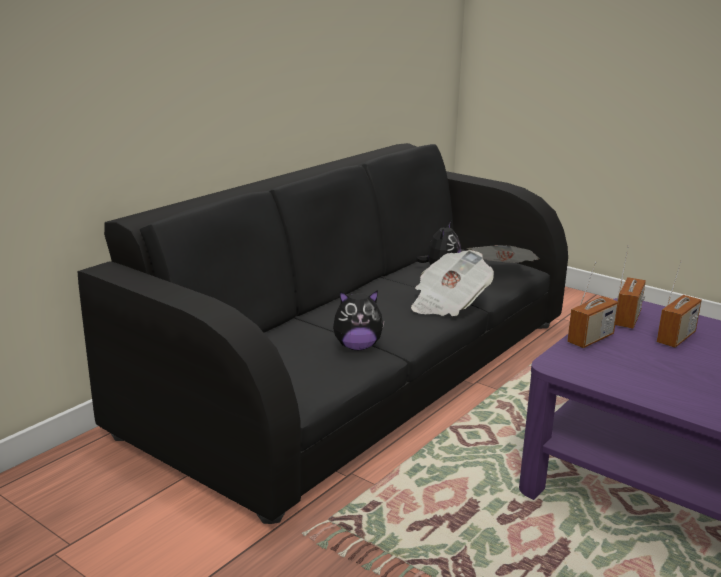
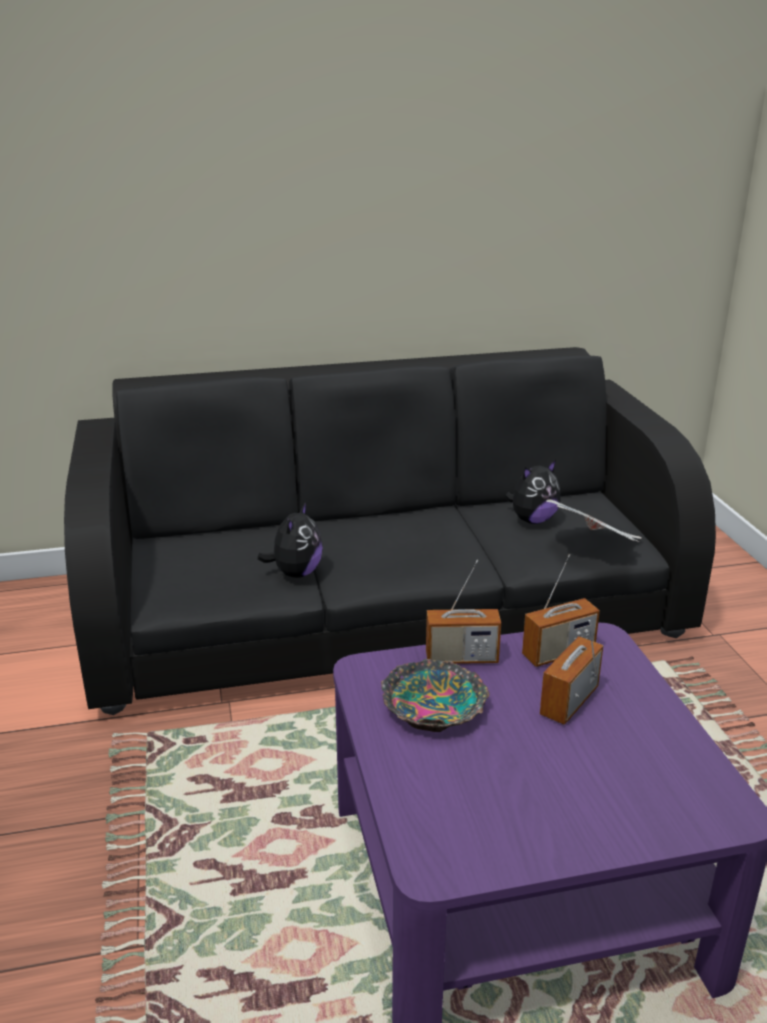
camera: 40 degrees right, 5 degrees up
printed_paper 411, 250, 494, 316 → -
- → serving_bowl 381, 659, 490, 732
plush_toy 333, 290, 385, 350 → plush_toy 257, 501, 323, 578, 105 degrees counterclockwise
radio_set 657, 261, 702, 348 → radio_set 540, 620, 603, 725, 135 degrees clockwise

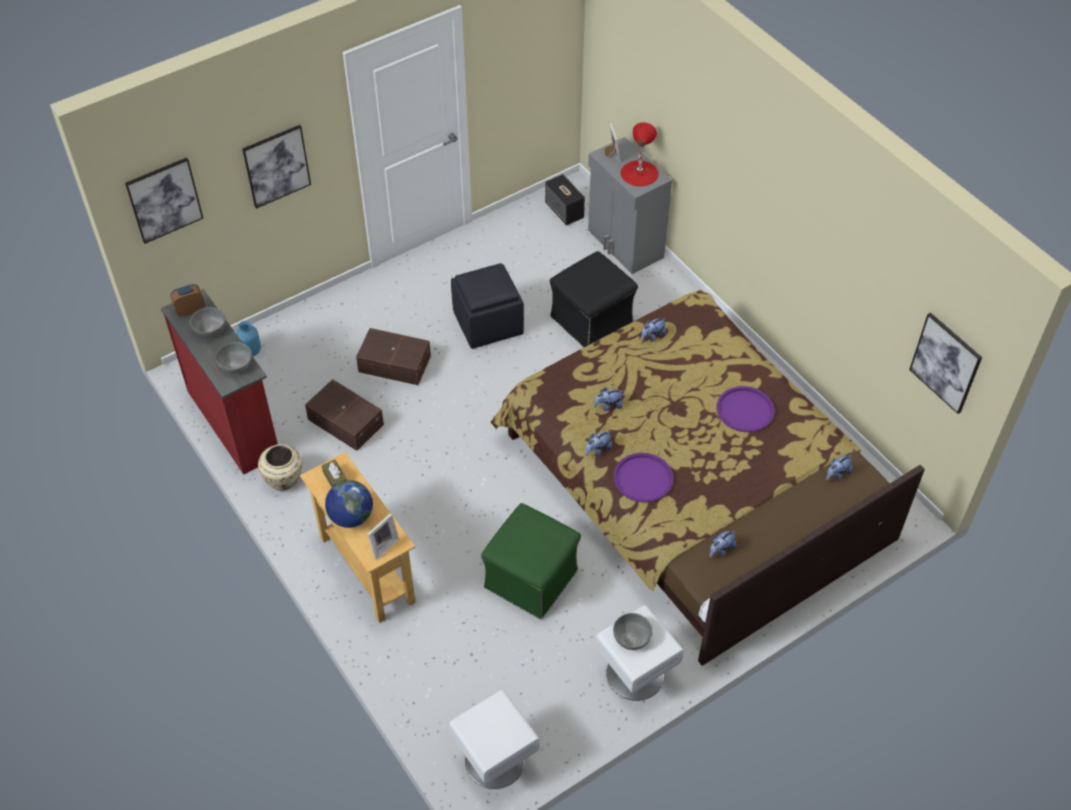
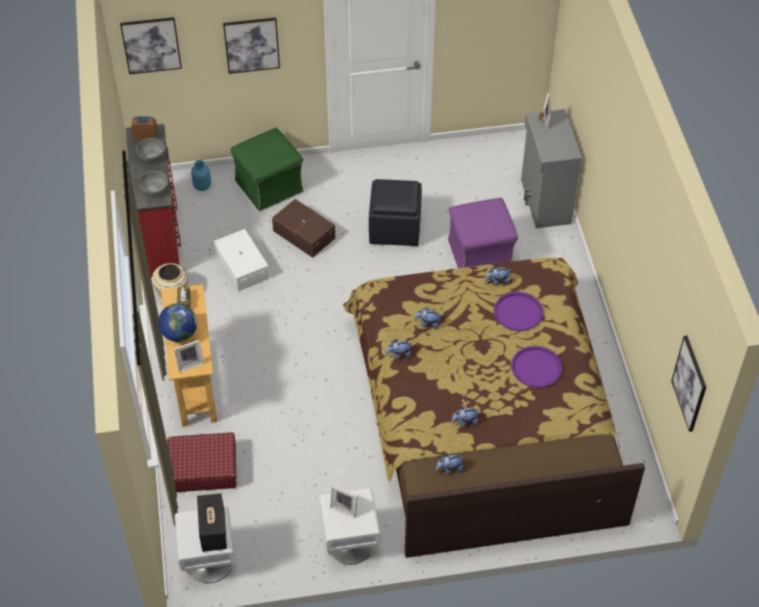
camera: 25 degrees right, 0 degrees up
red-coloured_lamp_for_a_table 621, 122, 659, 186 → -
- → red-coloured_travel_case 167, 432, 236, 492
green_footrest 481, 503, 581, 619 → green_footrest 231, 128, 304, 211, move
speaker 545, 174, 585, 225 → speaker 197, 493, 227, 552, move
purple-coloured_carrying_tray 613, 453, 674, 502 → purple-coloured_carrying_tray 494, 292, 544, 331, move
plush_toy 826, 455, 852, 481 → plush_toy 451, 406, 479, 427, move
grey_serving_bowl 613, 613, 652, 650 → picture_frame 330, 485, 358, 518
brown-coloured_storage_container 305, 379, 384, 451 → white-coloured_storage_container 214, 229, 270, 291
blackish_footrest 550, 251, 638, 347 → purple-coloured_footrest 448, 198, 518, 268

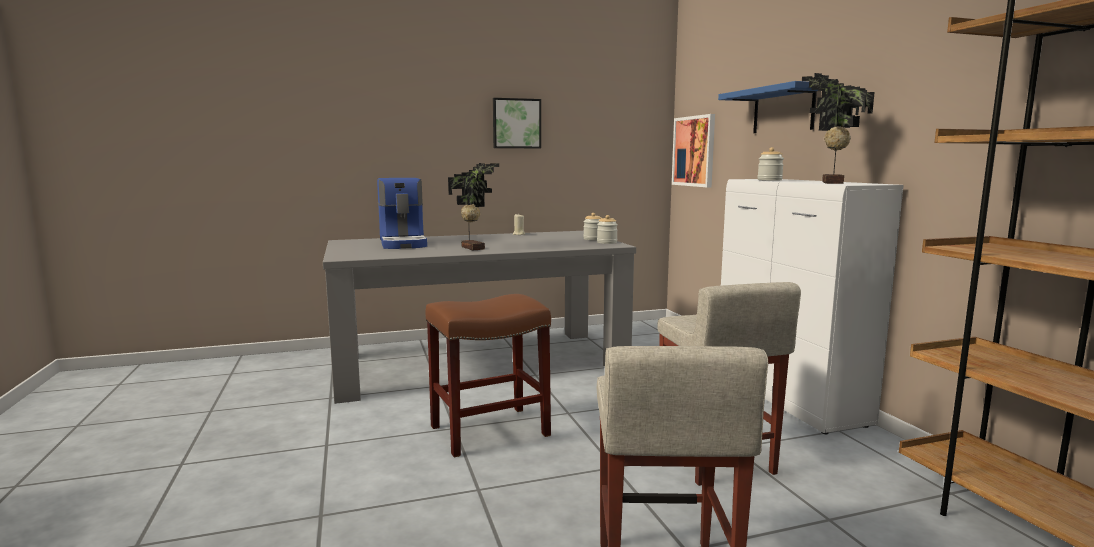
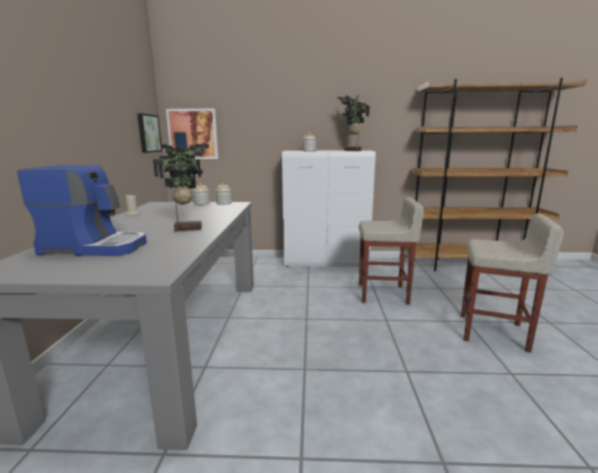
camera: 70 degrees left, 5 degrees up
brown-coloured_sitting_stool 425, 294, 551, 457 → -
blue-coloured_wall_shelf 718, 81, 818, 133 → -
wall_art 493, 98, 541, 148 → wall_art 137, 113, 162, 153, move

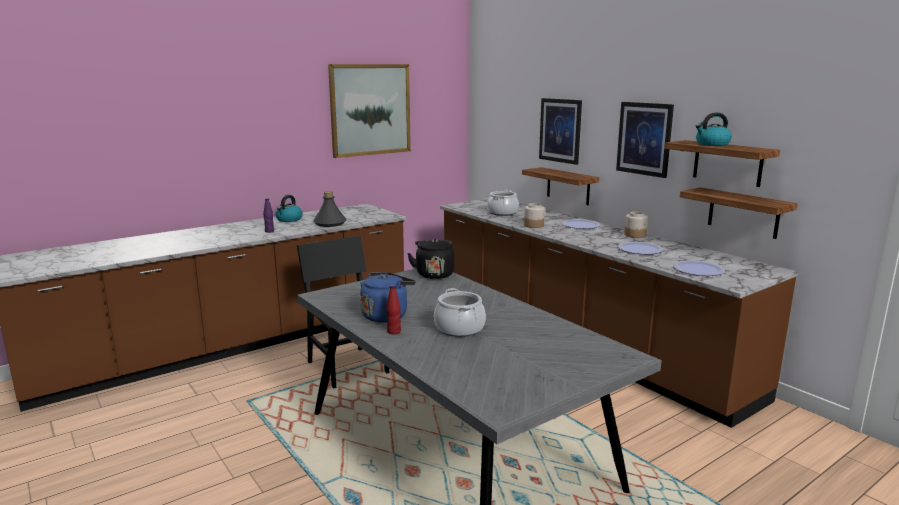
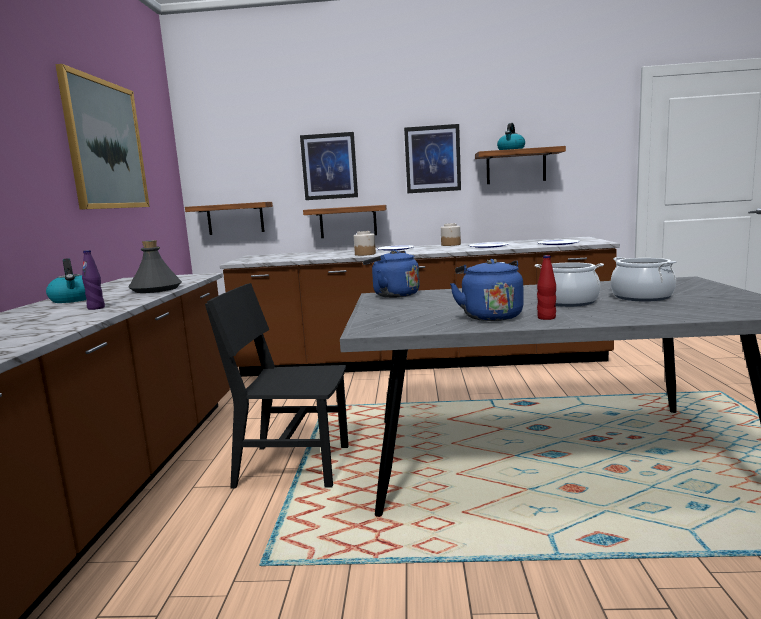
camera: 50 degrees left, 5 degrees down
saucepot 487, 190, 519, 216 → saucepot 611, 257, 677, 302, move
wall_shelf 680, 187, 797, 239 → wall_shelf 185, 202, 273, 235, move
blackish_water_kettle 407, 239, 454, 279 → blue-coloured_water_kettle 362, 250, 420, 298

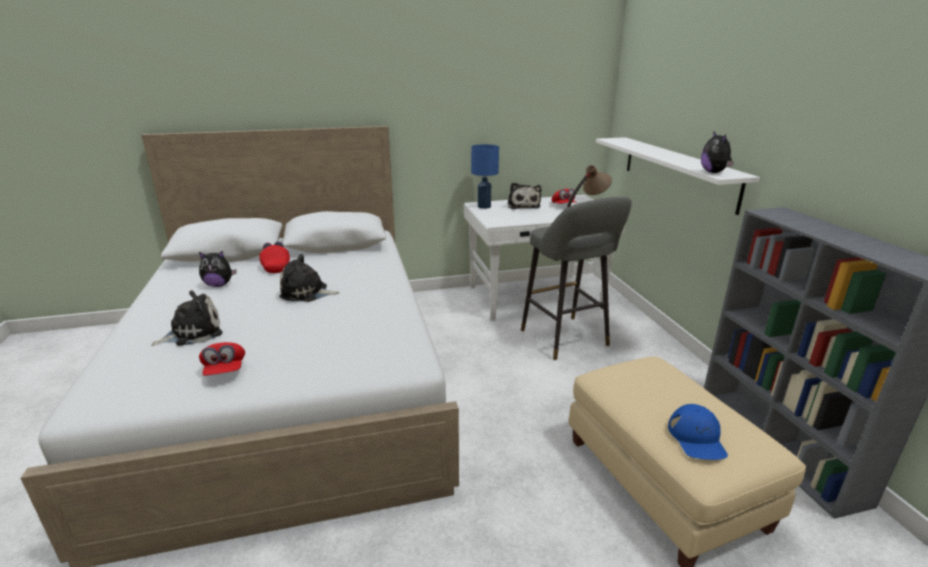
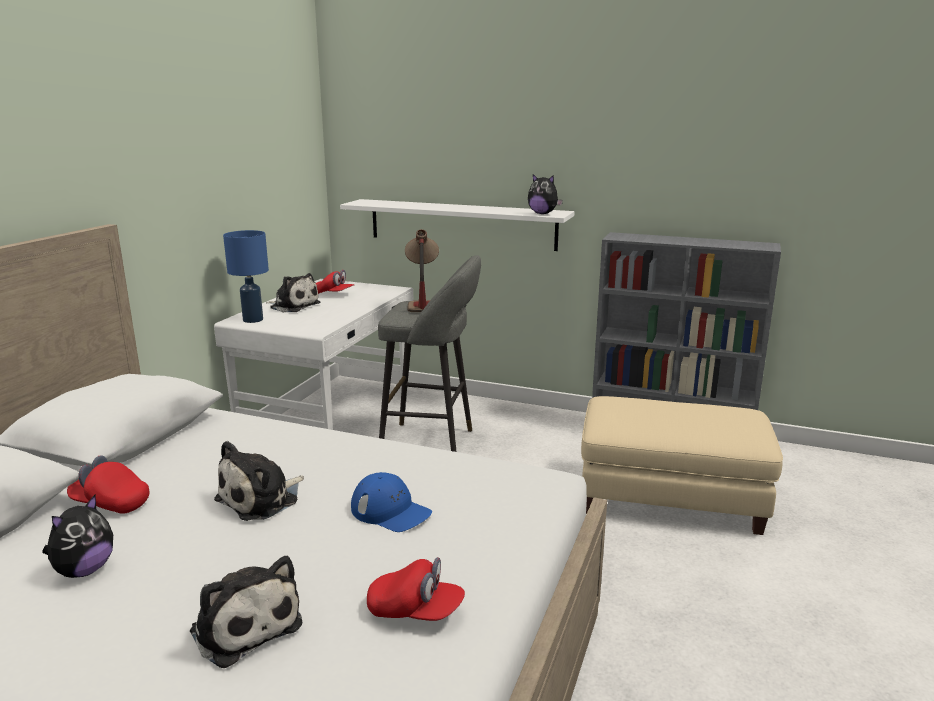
camera: 55 degrees left, 5 degrees down
blue-coloured_baseball_cap 668, 404, 728, 460 → blue-coloured_baseball_cap 351, 472, 432, 532, move
plush_toy 151, 291, 223, 346 → plush_toy 190, 556, 302, 668, 135 degrees clockwise

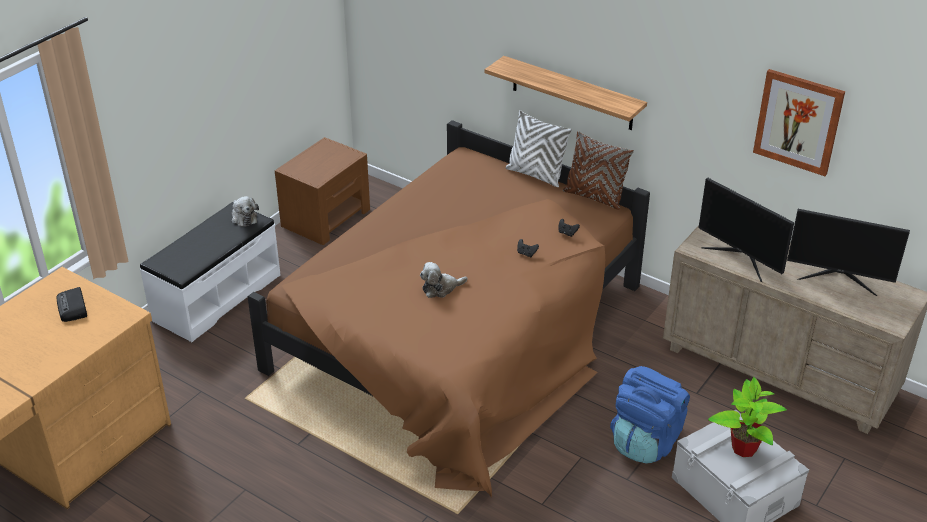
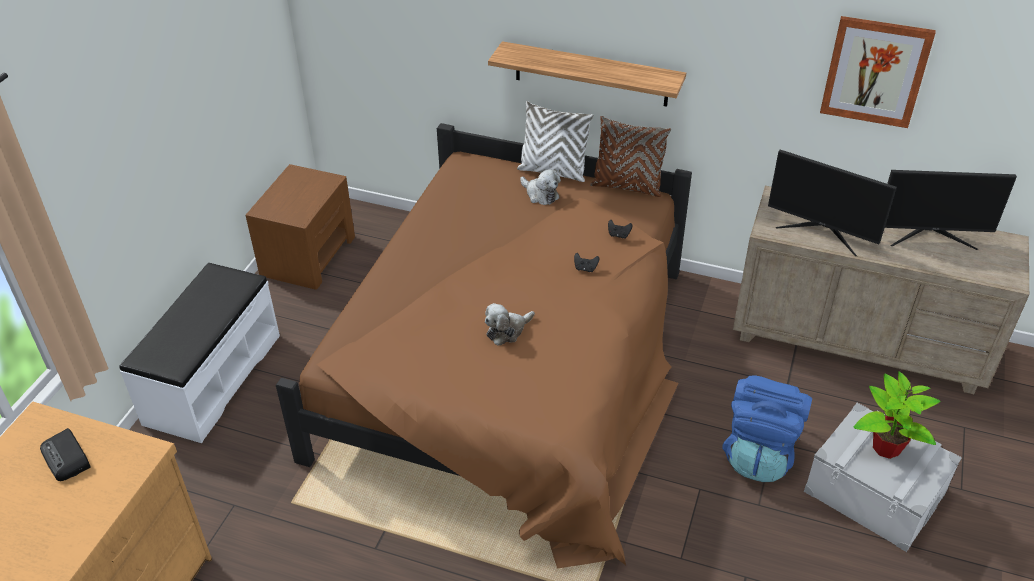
camera: 15 degrees left, 5 degrees up
plush_toy 231, 196, 259, 227 → plush_toy 520, 169, 561, 205, move

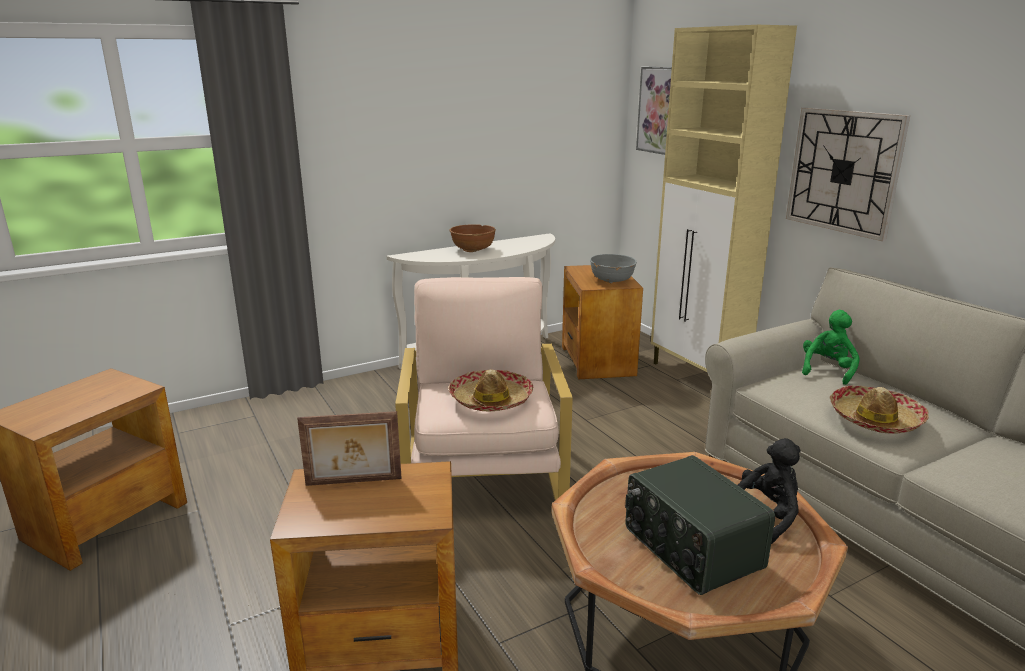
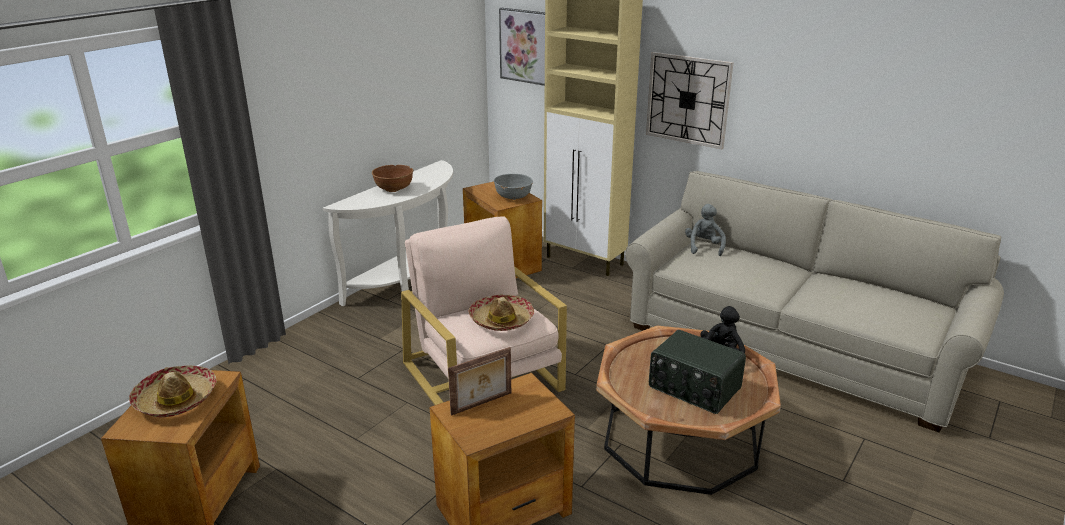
camera: 25 degrees left, 5 degrees up
hat 830, 386, 929, 434 → hat 129, 365, 217, 417, move
green_plush_toy 802, 310, 860, 385 → grey_plush_toy 685, 204, 726, 256

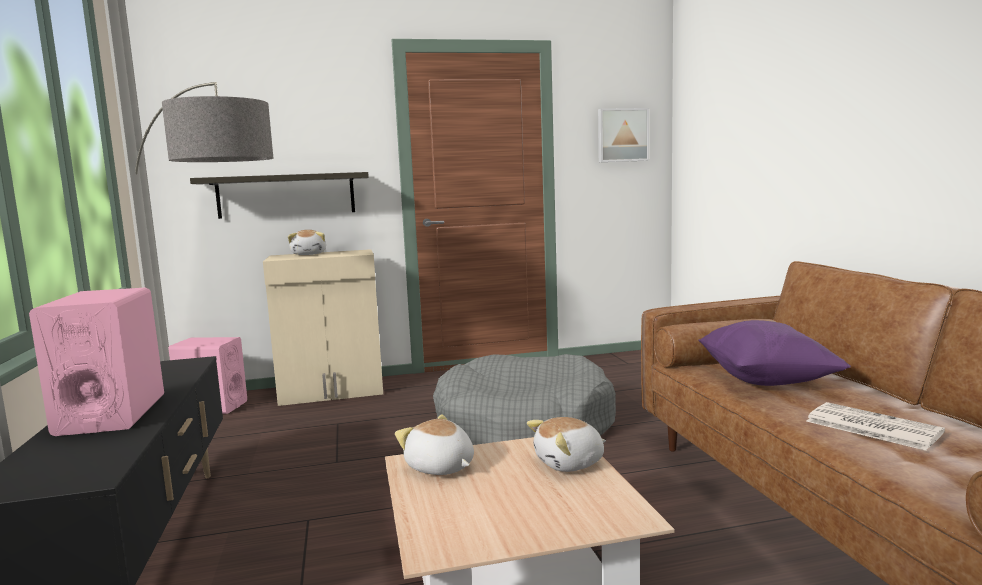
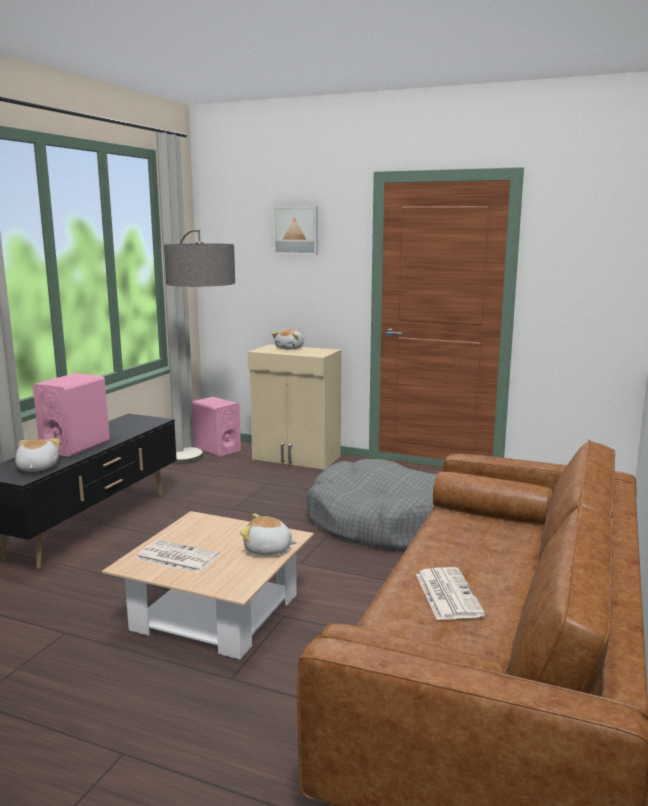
camera: 35 degrees right, 5 degrees up
wall_shelf 190, 172, 369, 219 → -
purple-coloured_pillow 698, 320, 851, 386 → -
- → printed_paper 136, 540, 219, 573
plush_toy 395, 415, 474, 475 → plush_toy 15, 439, 60, 472, move
wall_art 598, 108, 649, 162 → wall_art 273, 206, 318, 255, move

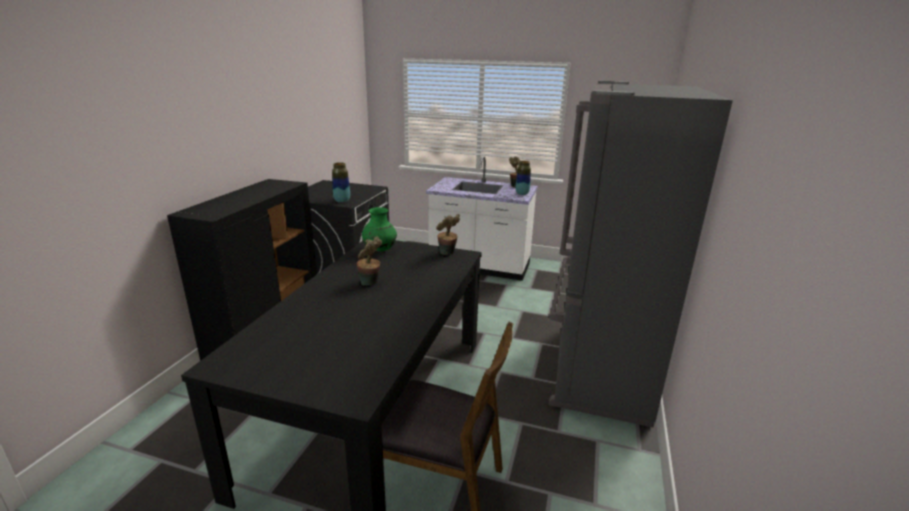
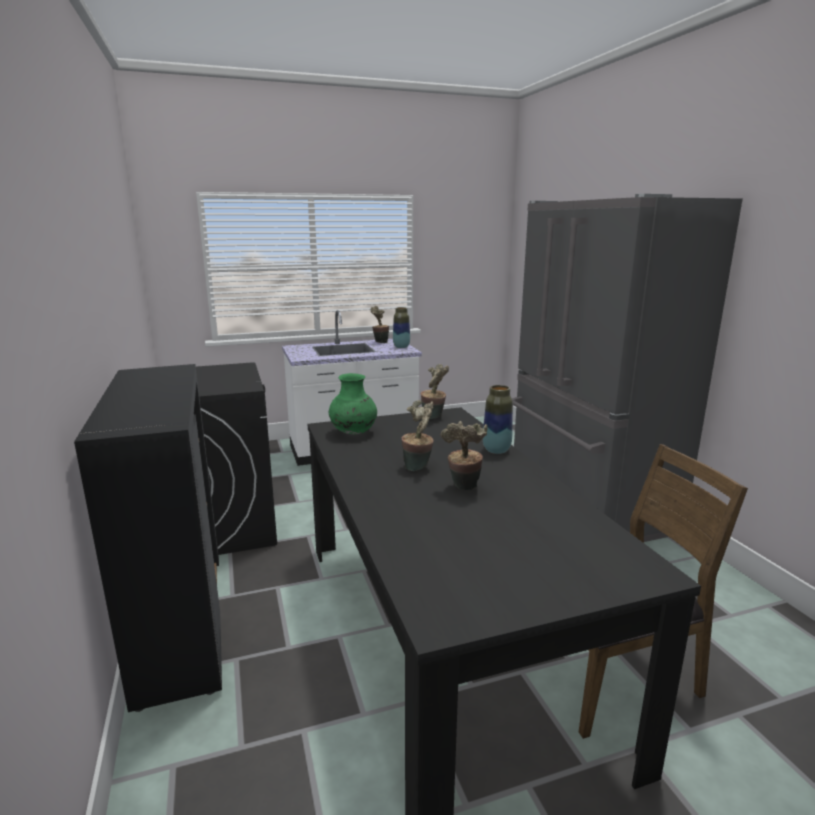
camera: 35 degrees left, 5 degrees down
- → plant_in_a_pot 441, 421, 488, 490
flower_vase 332, 162, 350, 203 → flower_vase 483, 385, 513, 454, move

